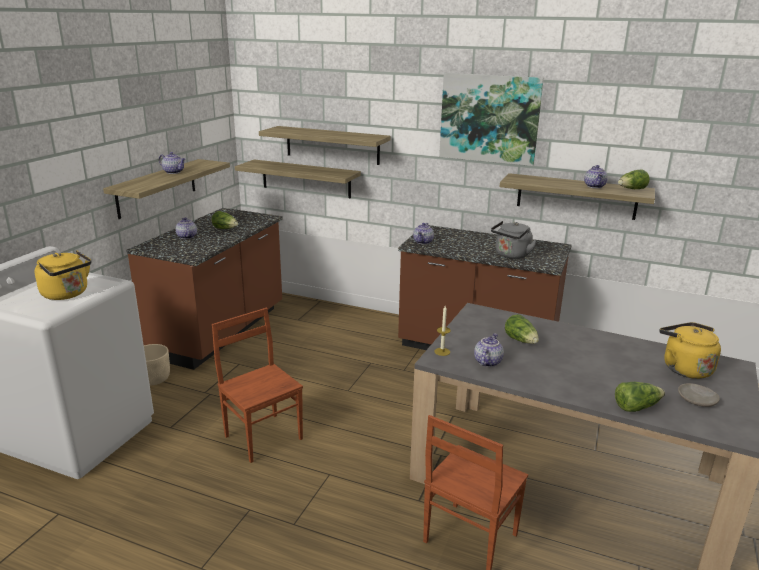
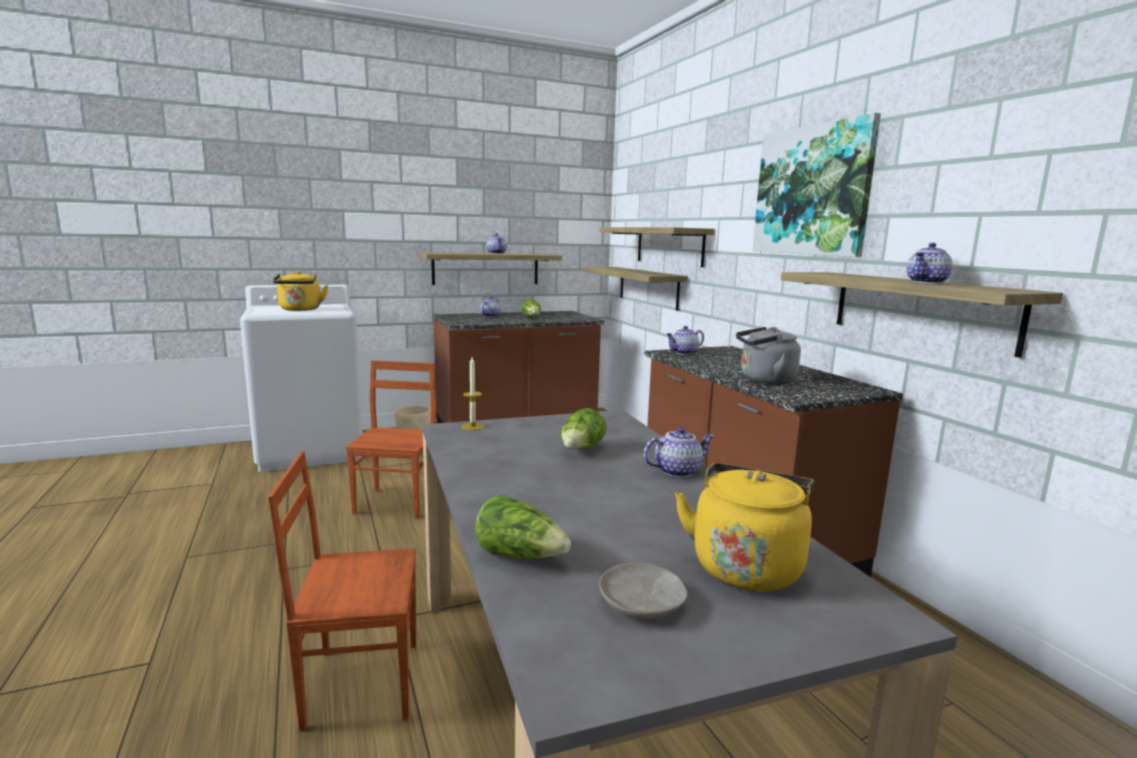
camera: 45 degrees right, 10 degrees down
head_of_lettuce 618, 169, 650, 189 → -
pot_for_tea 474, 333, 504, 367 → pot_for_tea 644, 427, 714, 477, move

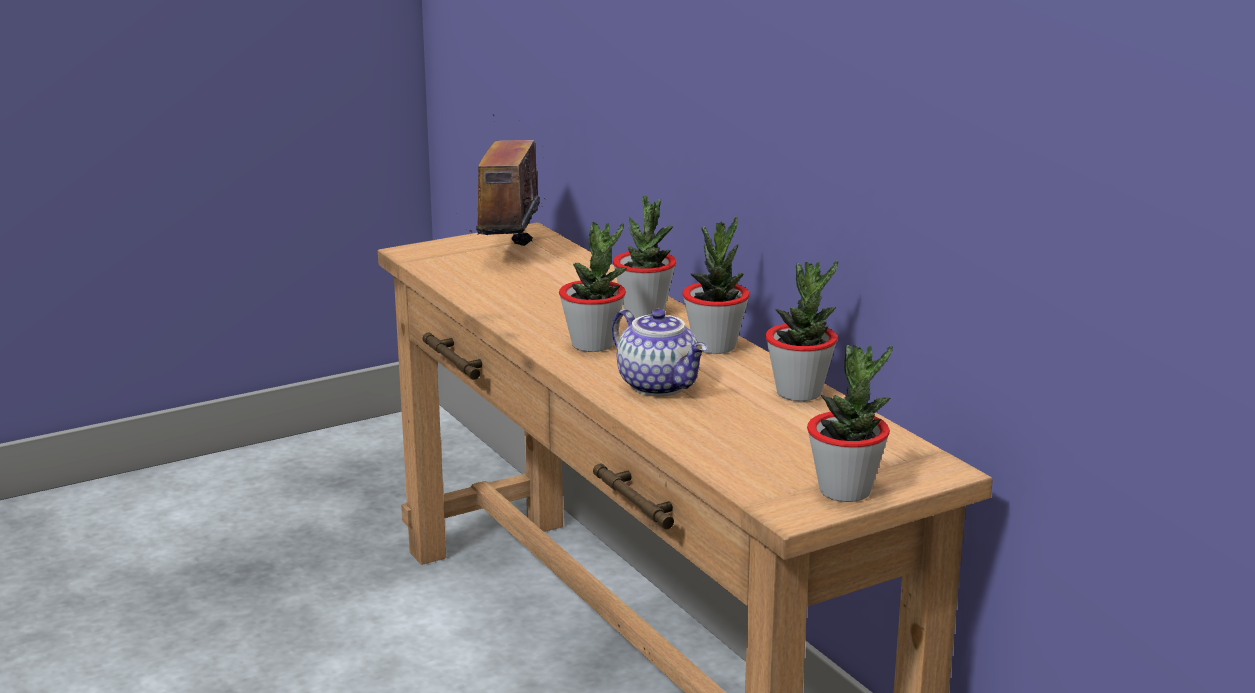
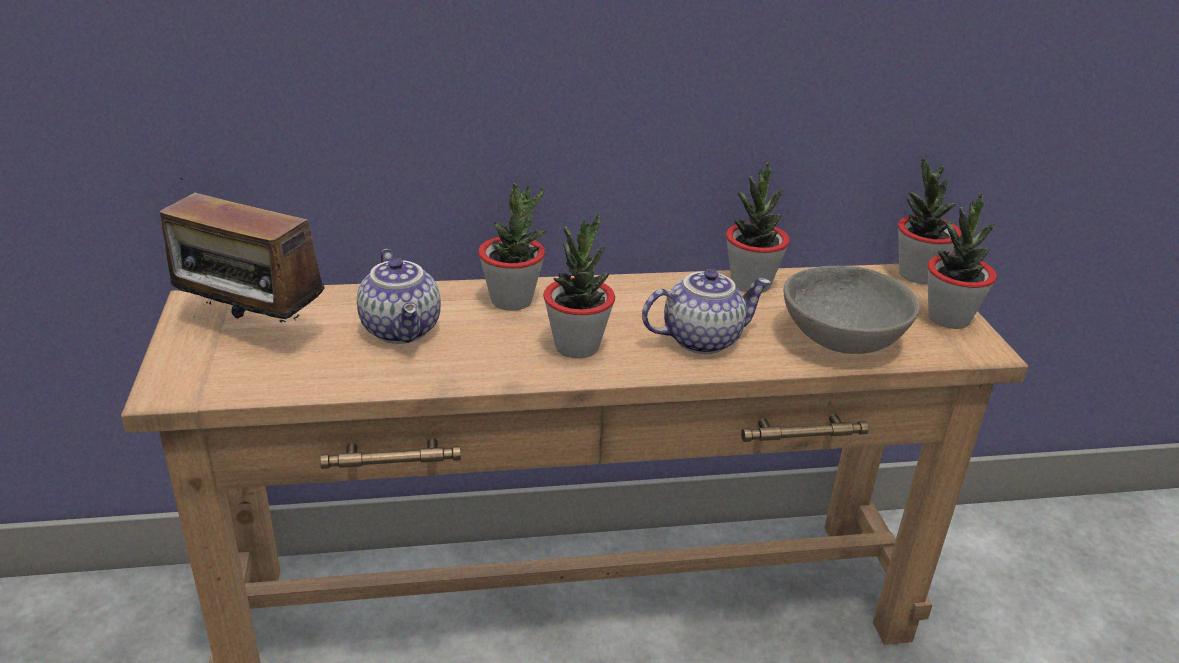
camera: 70 degrees left, 10 degrees up
- → pot_for_tea 357, 249, 441, 344
- → grey_serving_bowl 783, 266, 920, 354
plant_in_a_pot 682, 216, 750, 354 → plant_in_a_pot 898, 156, 961, 284, move

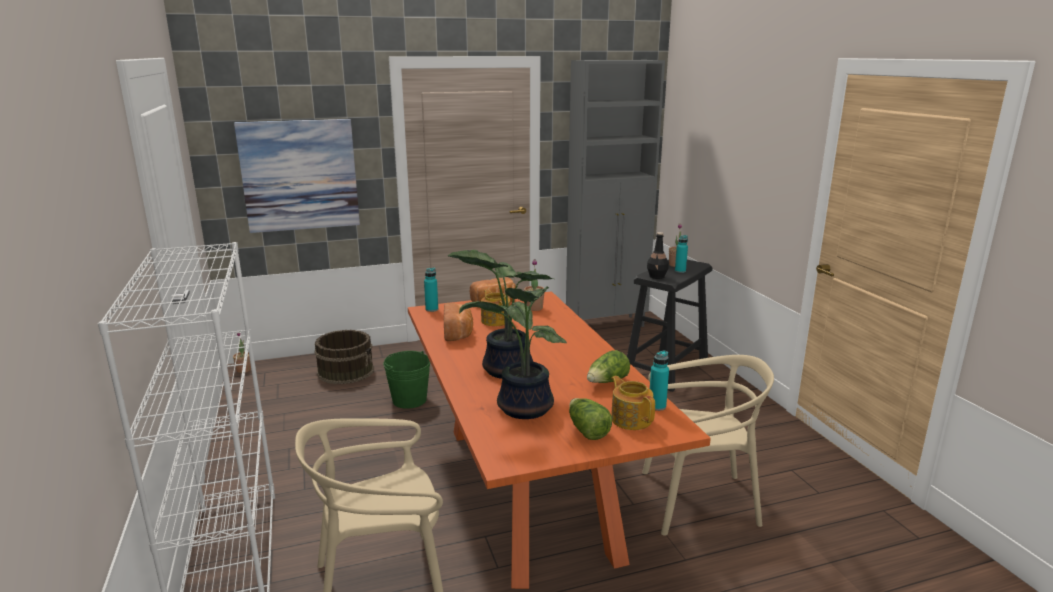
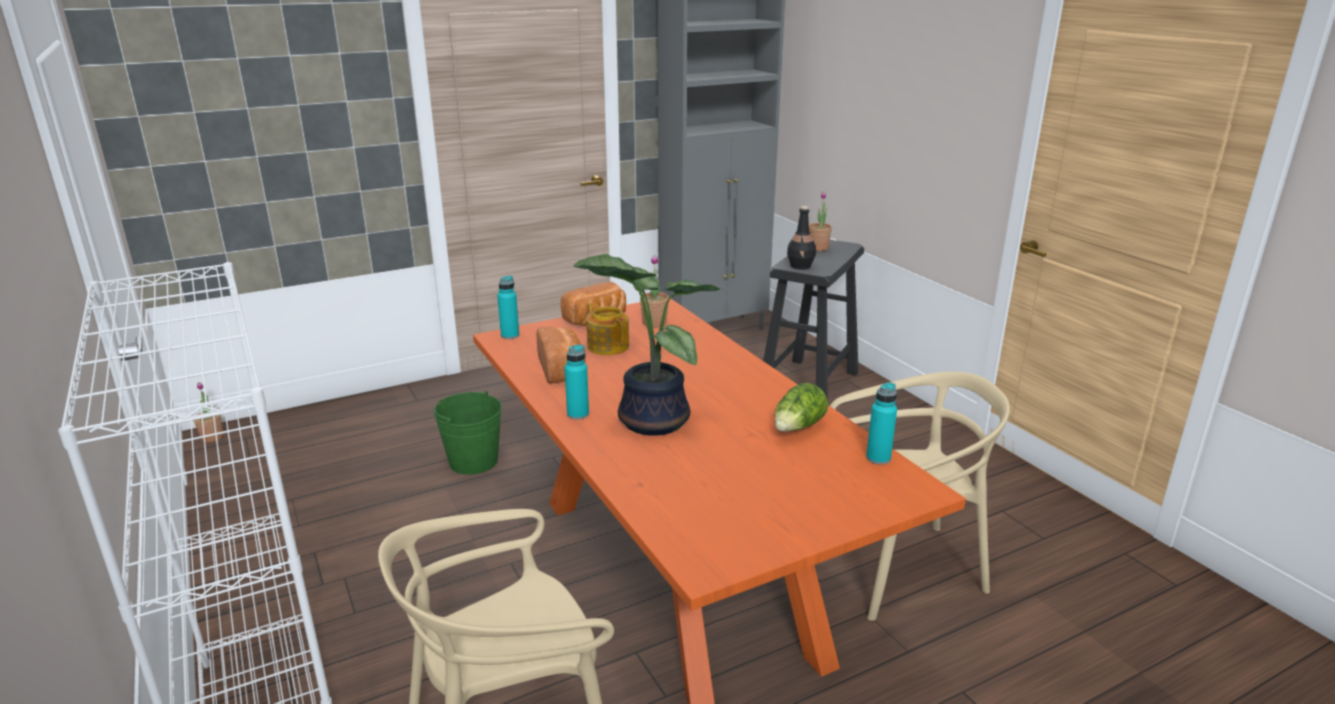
camera: 10 degrees left, 5 degrees up
wall_art 234, 119, 360, 233 → -
brown-coloured_pail 314, 330, 374, 384 → -
plant_in_a_pot 459, 286, 567, 419 → -
head_of_lettuce 569, 398, 612, 440 → -
pot_for_tea 611, 376, 655, 430 → -
turquoise_drink_bottle 675, 235, 688, 273 → turquoise_drink_bottle 565, 344, 589, 420, move

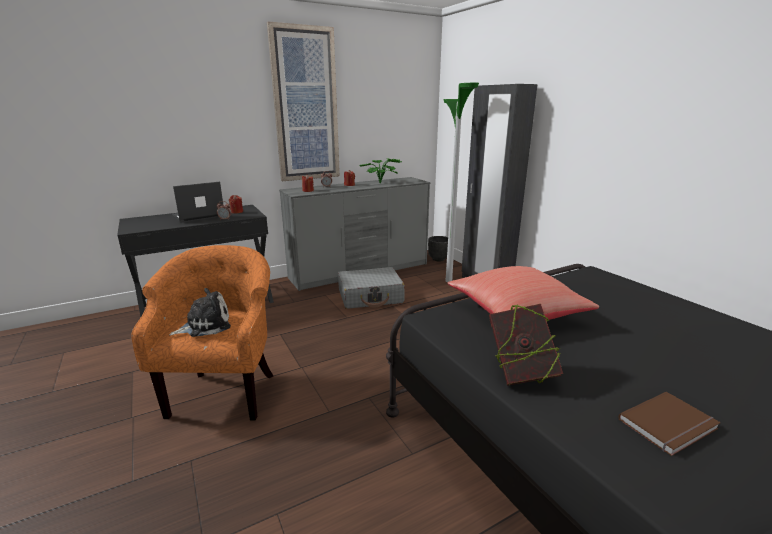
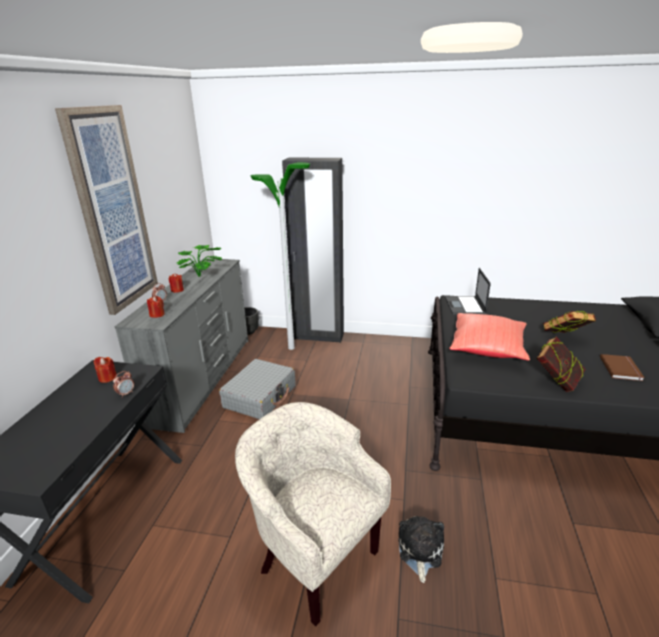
camera: 50 degrees left, 5 degrees up
- → book 543, 311, 596, 333
plush_toy 169, 288, 231, 337 → plush_toy 398, 516, 444, 583, move
laptop 172, 182, 223, 223 → laptop 445, 268, 491, 315, move
orangey_armchair 131, 245, 273, 421 → beige_armchair 235, 402, 391, 626

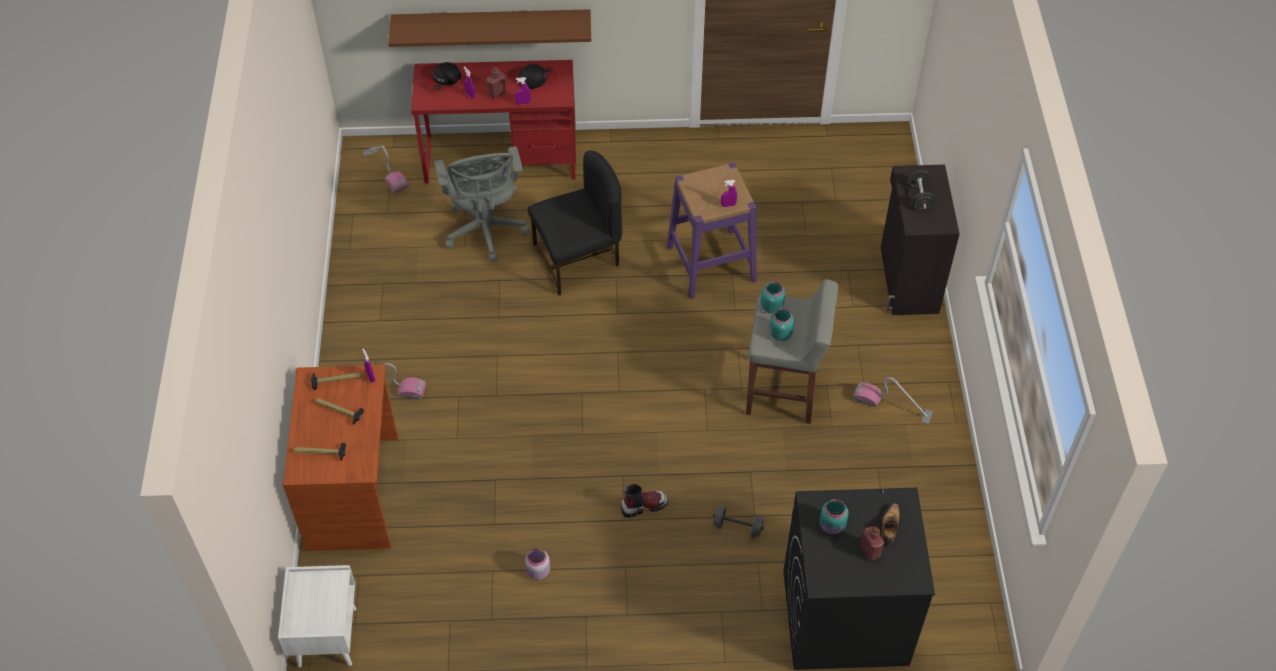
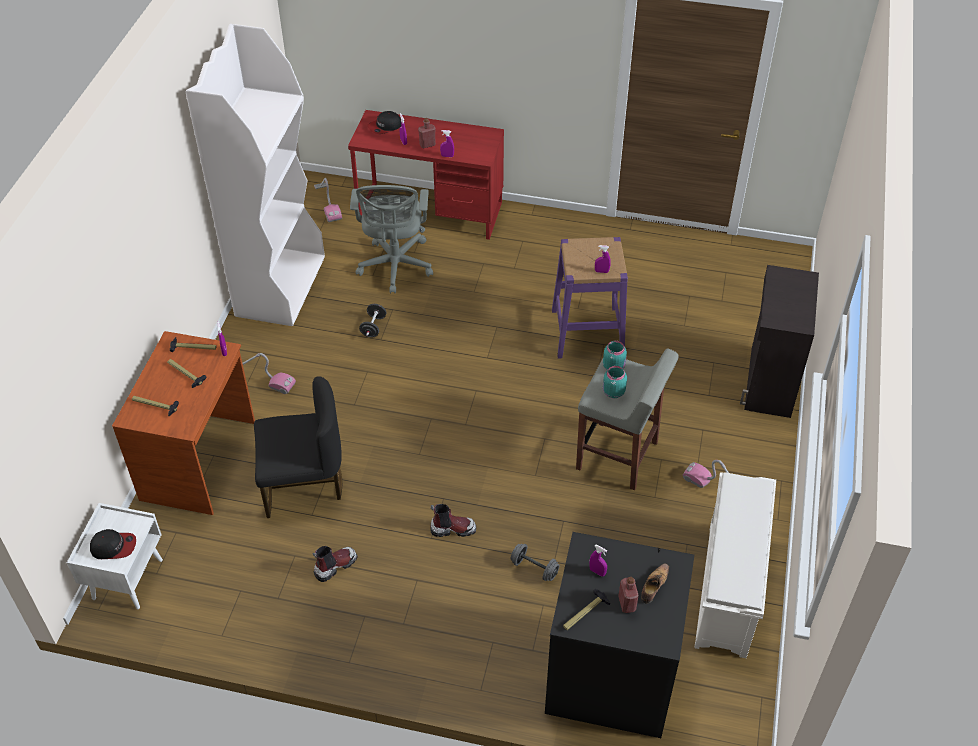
camera: 15 degrees right, 5 degrees down
brown-coloured_wall_shelf 388, 9, 591, 47 → -
- → white-coloured_bookshelf 185, 24, 325, 326
- → hammer 563, 589, 610, 630
- → white-coloured_shoe_rack 694, 472, 776, 658
baseball_cap 518, 64, 557, 89 → baseball_cap 90, 529, 136, 559, move
blackish_upright_chair 528, 151, 622, 296 → blackish_upright_chair 254, 376, 342, 518, move
blackish_hand_weight 908, 170, 935, 209 → blackish_hand_weight 359, 304, 386, 337, move
pink-coloured_jar 525, 548, 550, 580 → high-top_boot 313, 546, 358, 582
turquoise_jar 820, 499, 848, 534 → purple-coloured_hand_sprayer 589, 545, 607, 577

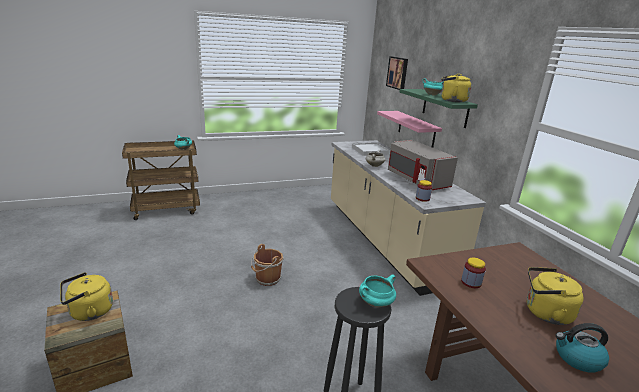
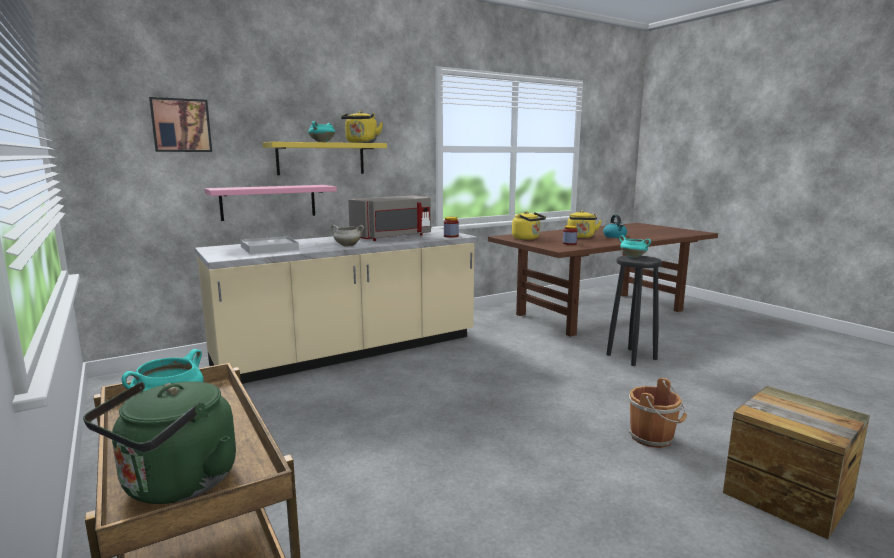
camera: 100 degrees left, 10 degrees down
- → green_water_kettle 83, 382, 236, 504
yellow-coloured_water_kettle 60, 272, 113, 321 → yellow-coloured_water_kettle 512, 211, 546, 240, move
brown-coloured_pail 251, 244, 284, 286 → brown-coloured_pail 629, 378, 687, 448, move
green_wall_shelf 399, 89, 478, 128 → yellow-coloured_wall_shelf 263, 142, 387, 175

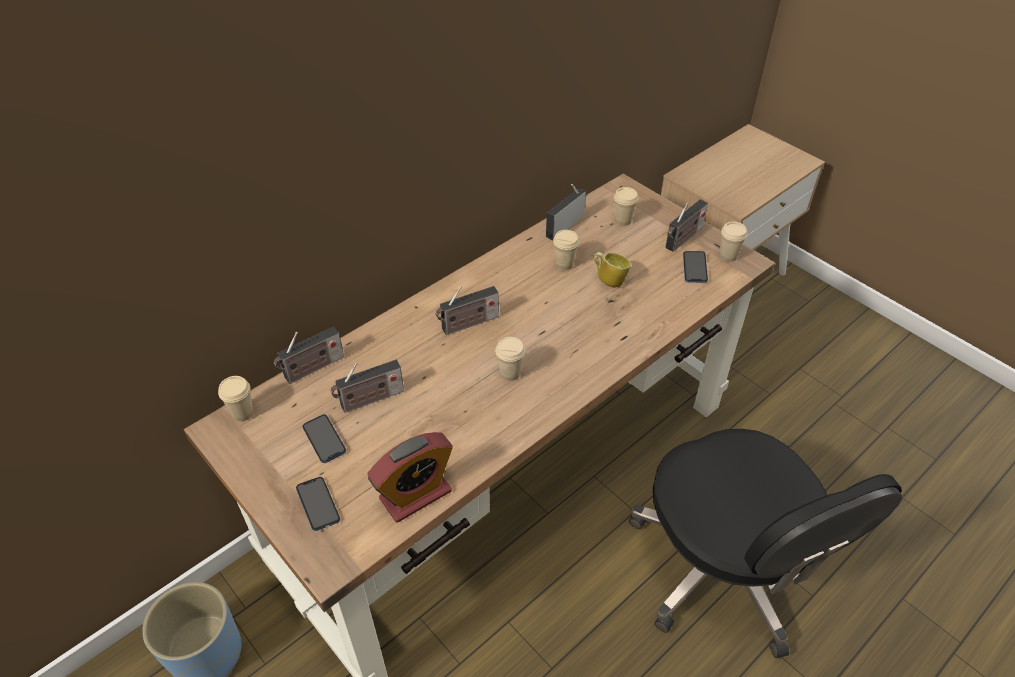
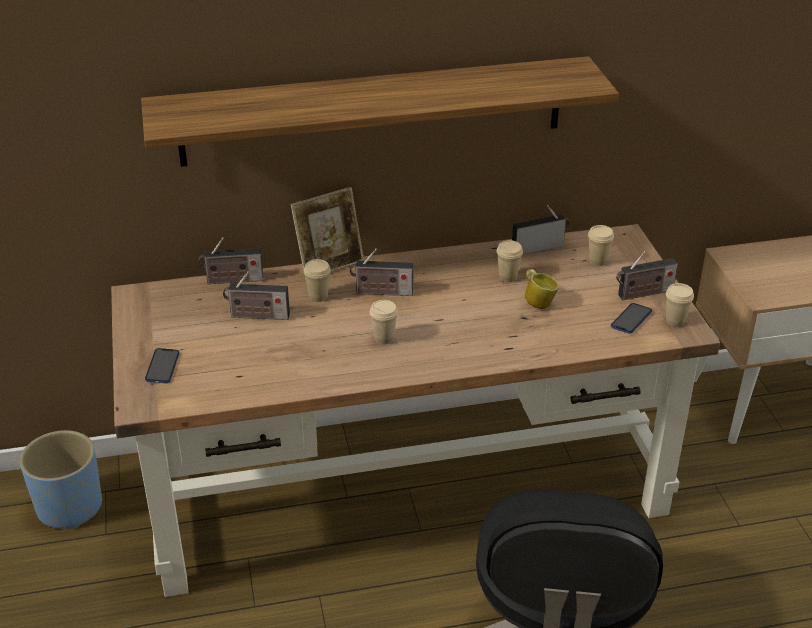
camera: 30 degrees right, 10 degrees down
phone 302, 414, 346, 463 → -
table_clock 367, 432, 453, 523 → -
- → wall_shelf 141, 56, 619, 167
- → picture_frame 291, 187, 364, 280
beige_cup 218, 376, 253, 421 → beige_cup 304, 259, 331, 302, move

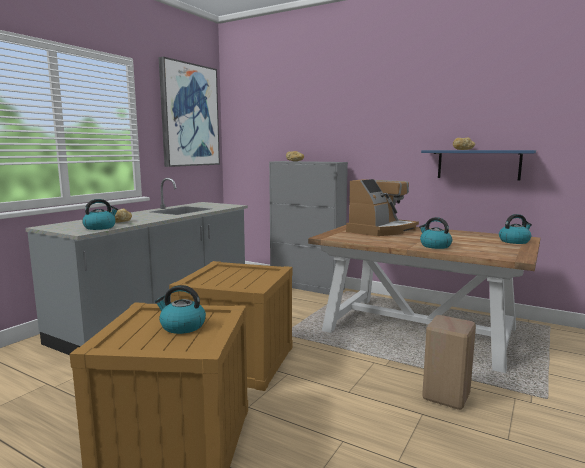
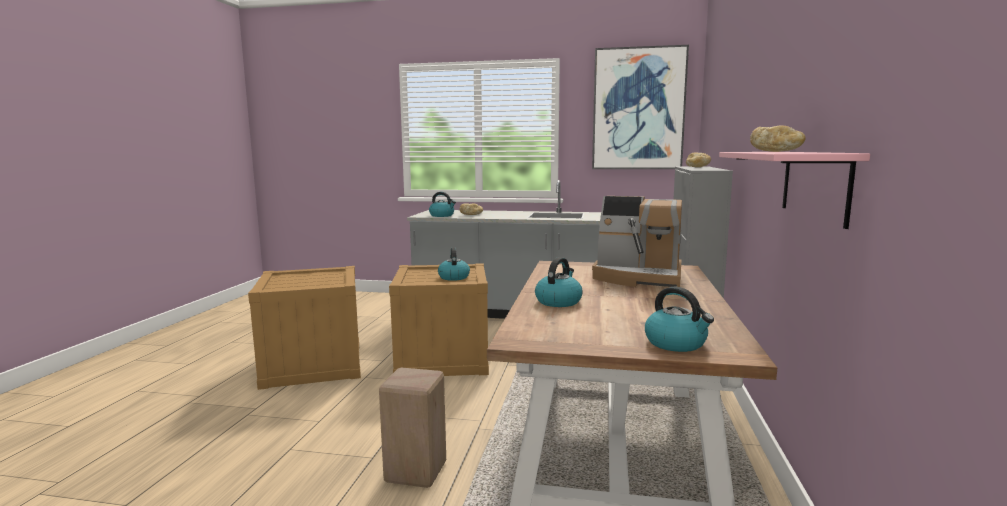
camera: 70 degrees right, 0 degrees up
water_kettle 155, 285, 206, 334 → water_kettle 438, 247, 470, 281, move
blue-coloured_wall_shelf 421, 150, 536, 181 → pink-coloured_wall_shelf 719, 152, 870, 229

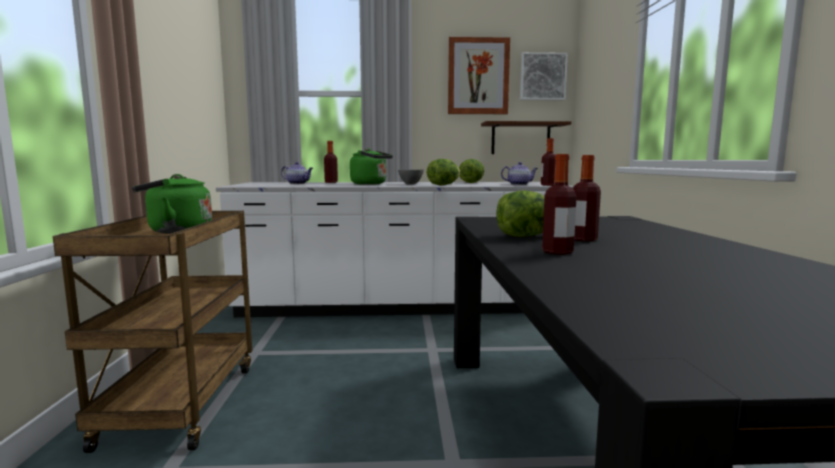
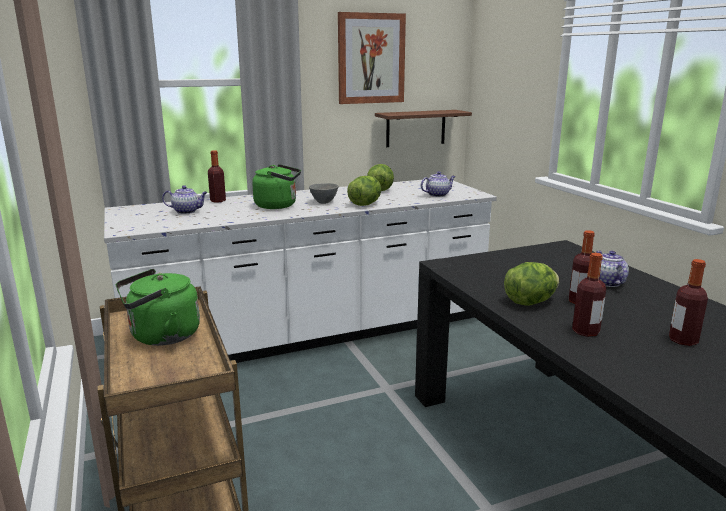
camera: 20 degrees left, 10 degrees up
wall_art 520, 52, 568, 100 → -
- → pot_for_tea 596, 251, 629, 287
drink_bottle 541, 138, 556, 186 → drink_bottle 669, 259, 708, 346, move

